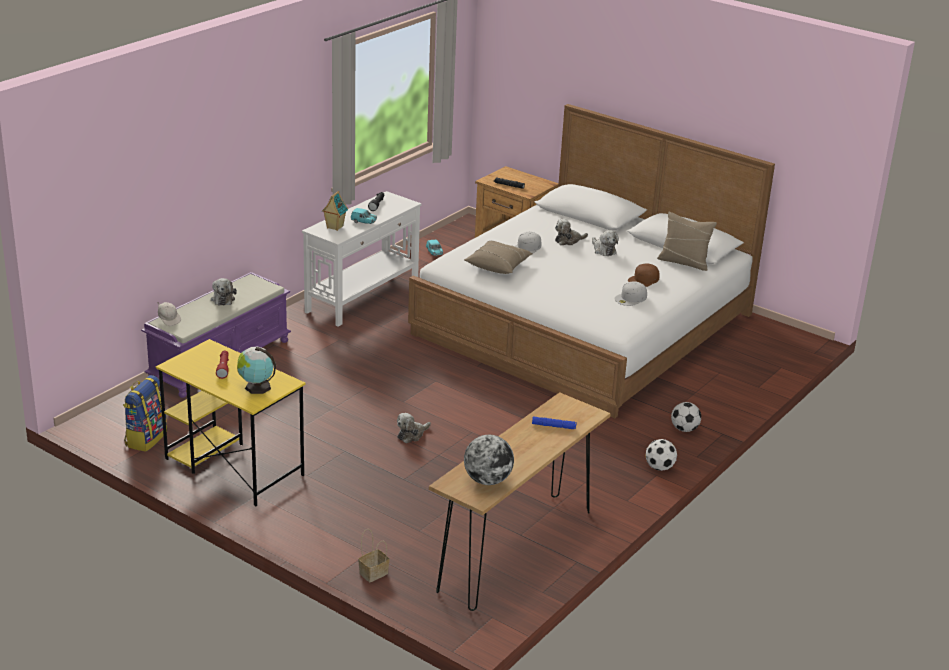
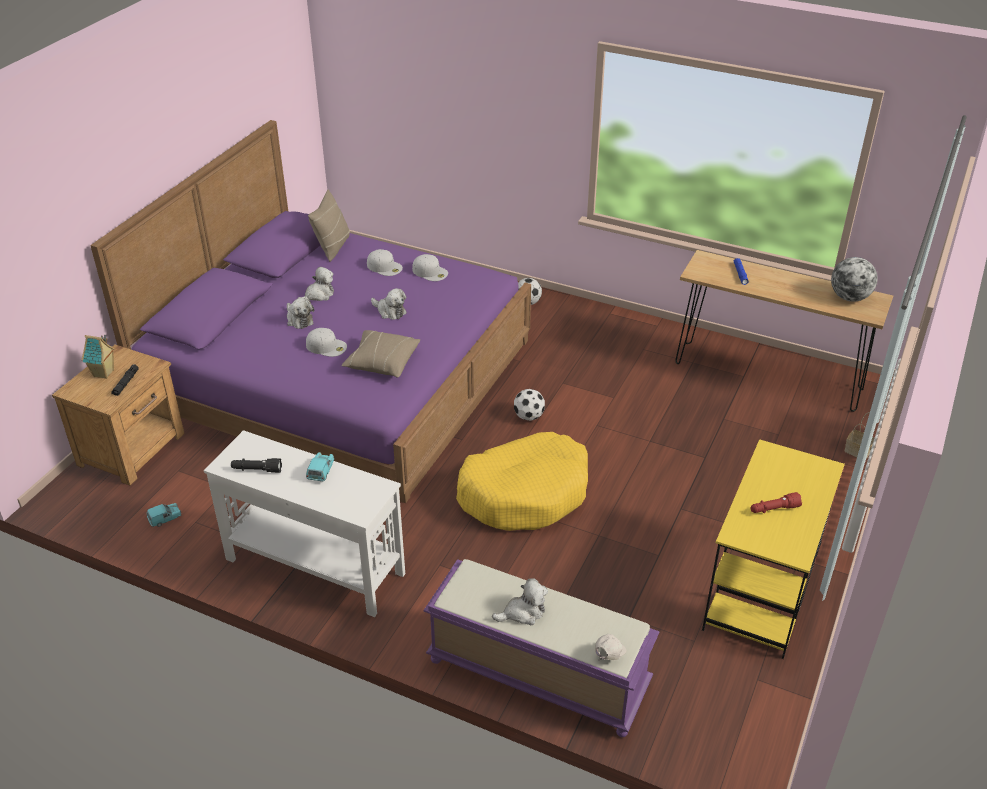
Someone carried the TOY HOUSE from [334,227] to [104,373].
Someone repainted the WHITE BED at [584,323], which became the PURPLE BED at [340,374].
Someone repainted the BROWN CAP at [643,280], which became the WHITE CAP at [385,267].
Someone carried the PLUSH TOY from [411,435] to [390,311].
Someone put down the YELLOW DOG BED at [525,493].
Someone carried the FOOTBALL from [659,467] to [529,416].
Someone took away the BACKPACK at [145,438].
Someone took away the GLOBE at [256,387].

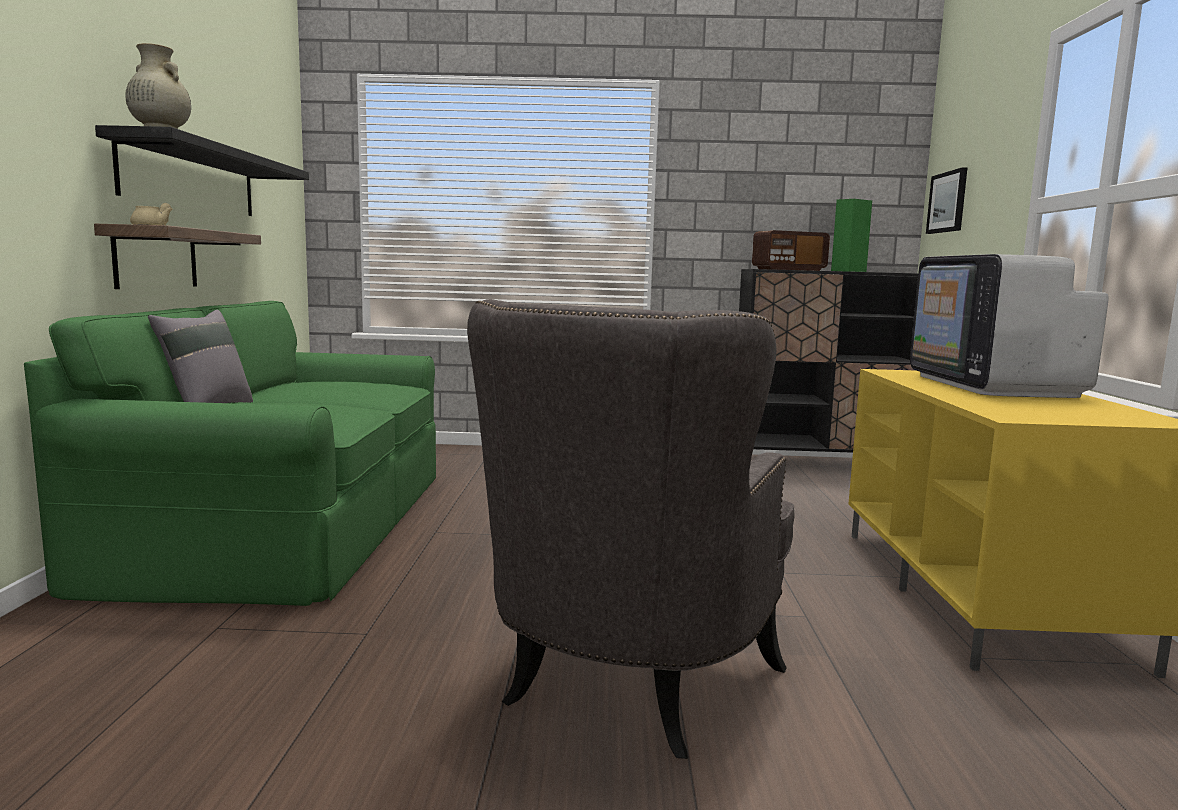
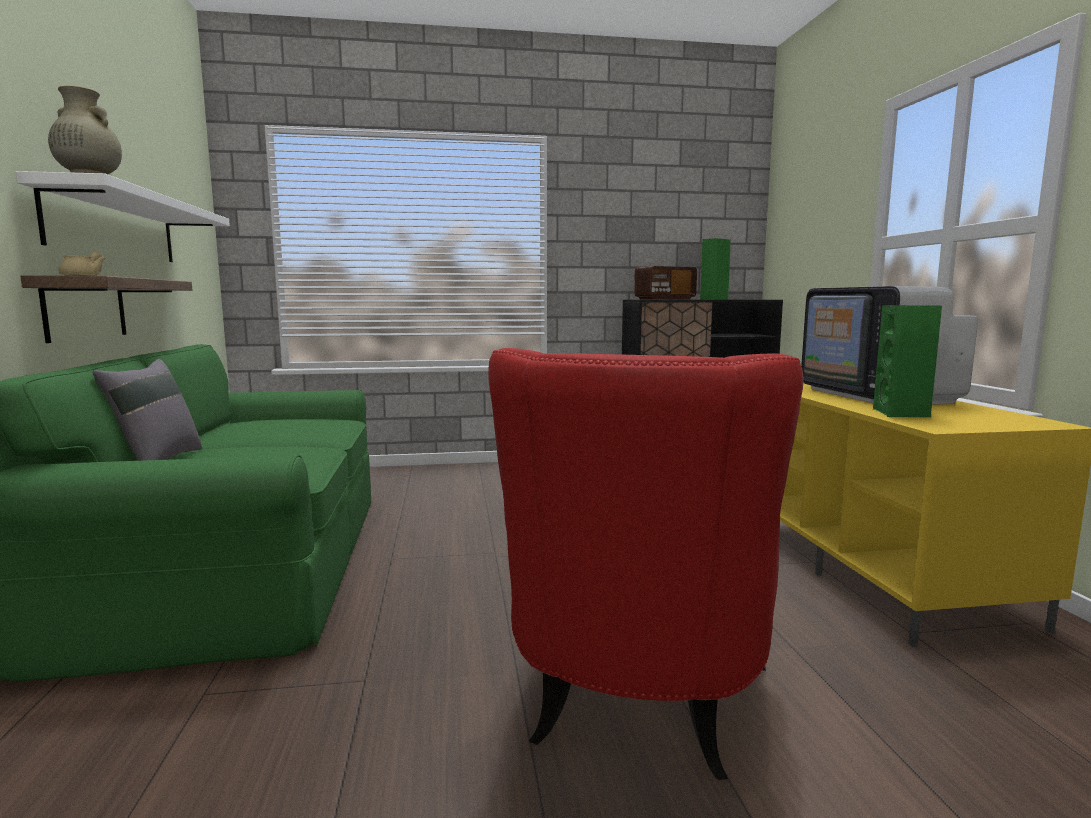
Someone repainted the BLACK SHELF at [191,179], which became the WHITE SHELF at [115,227].
Someone repainted the GREY ARMCHAIR at [623,688], which became the RED ARMCHAIR at [635,707].
Someone put down the GREEN SPEAKER at [901,413].
Someone took away the PICTURE at [948,202].

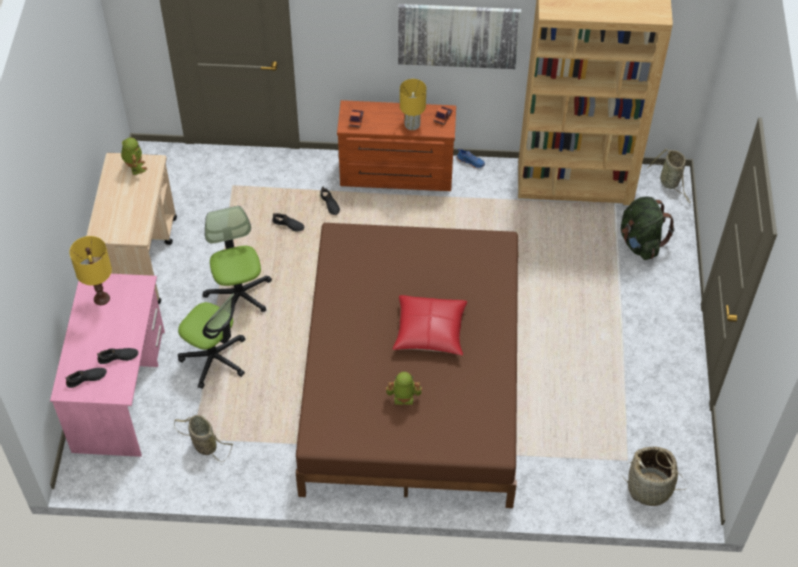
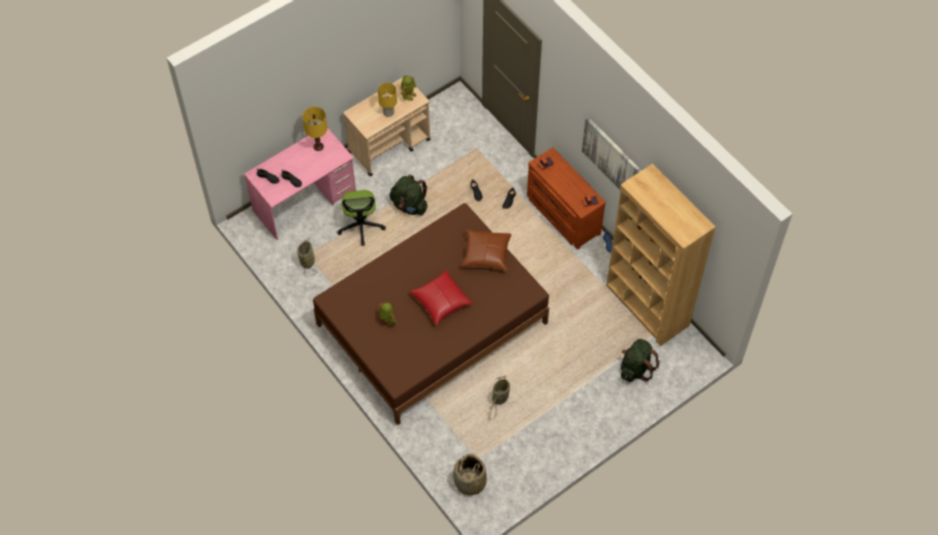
Someone carried the YELLOW TABLE LAMP from [412,124] to [388,112].
Someone swapped the OFFICE CHAIR at [239,295] for the GREEN BACKPACK at [409,206].
Someone put down the BROWN PILLOW at [486,254].
Someone carried the BASKET from [670,183] to [499,399].

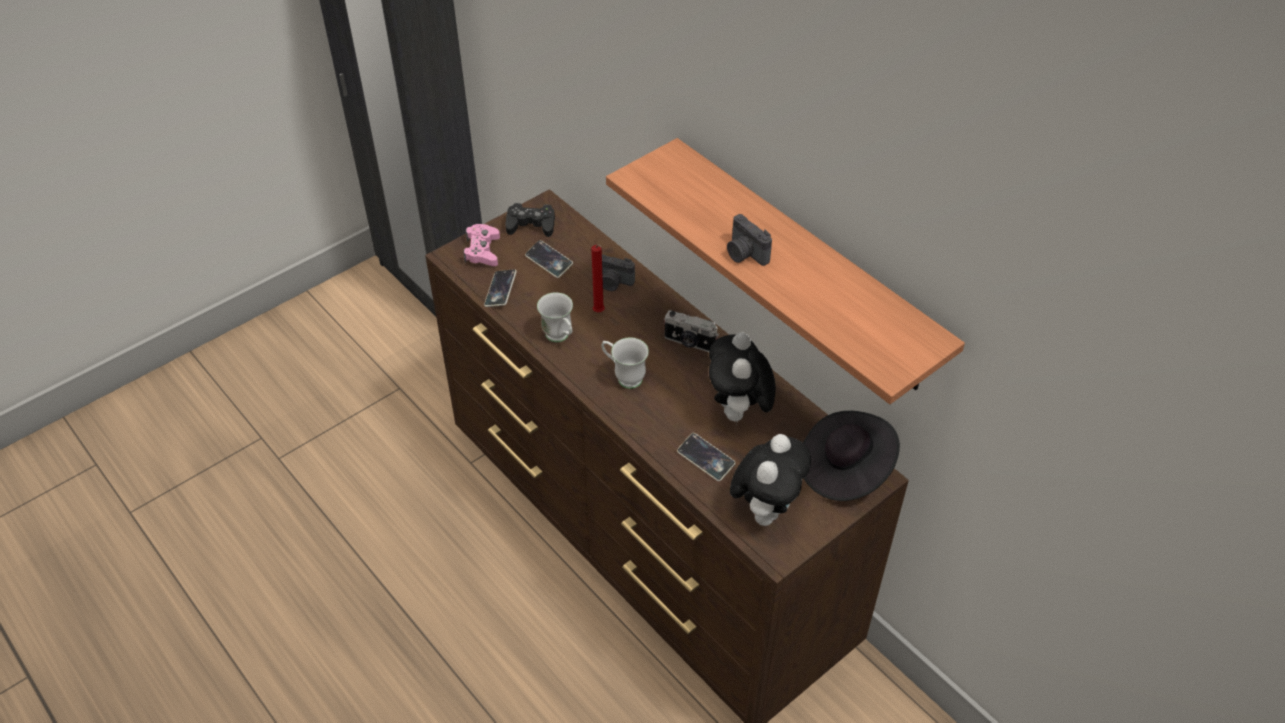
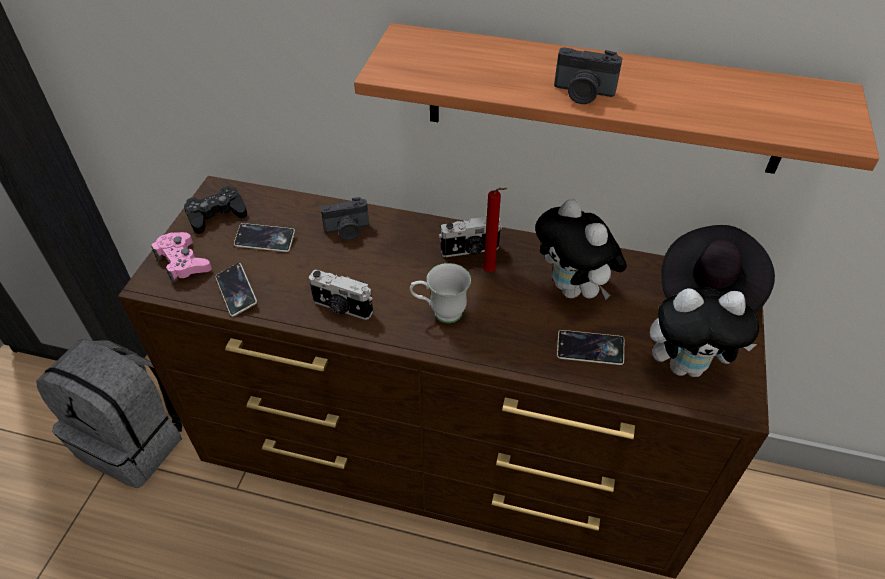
Someone put down the GREY BACKPACK at [136,440].
Someone swapped the WHITE MUG at [560,338] for the PHOTO CAMERA at [342,308].
Someone carried the RED CANDLE from [599,313] to [491,272].
Someone rotated the PLUSH TOY at [766,508] by 105 degrees clockwise.

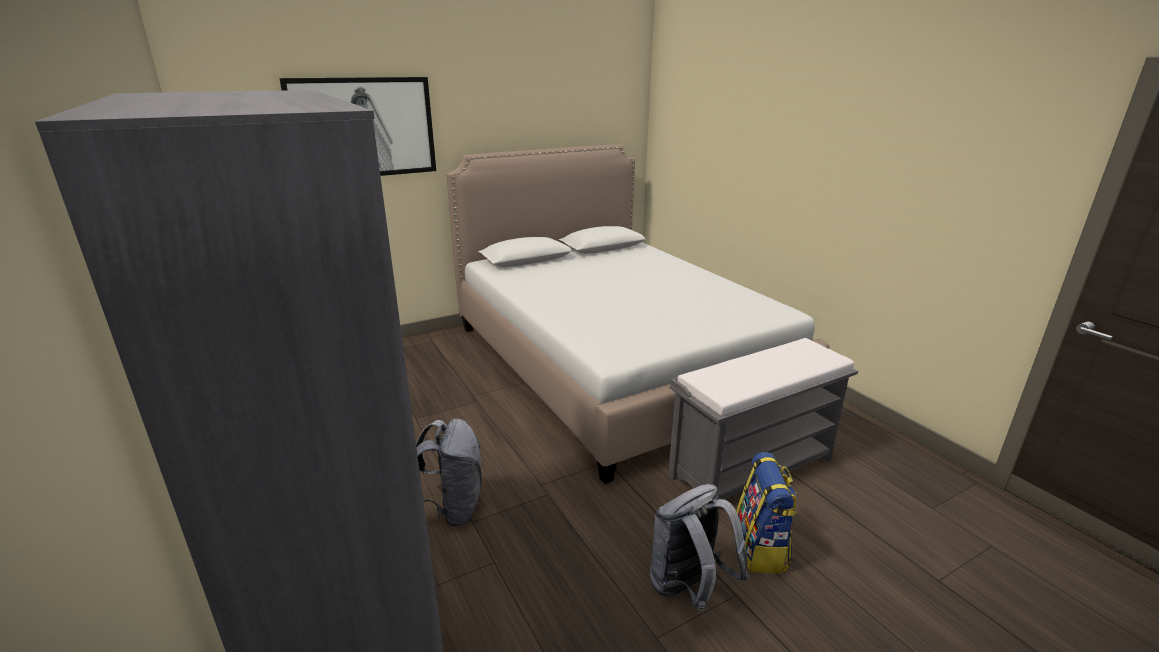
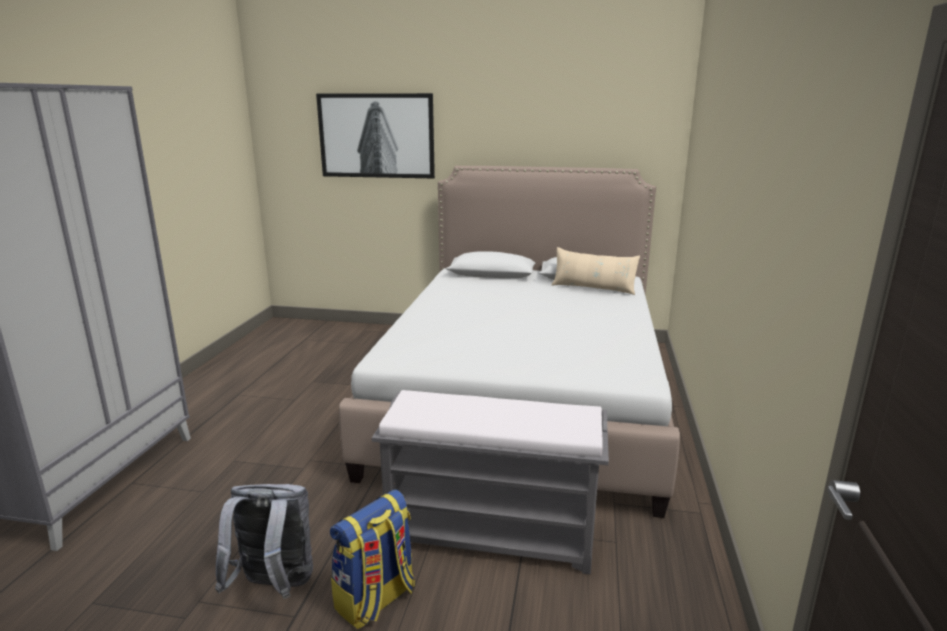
Someone put down the BEIGE PILLOW at [593,288].
Someone took away the GREY BACKPACK at [451,509].

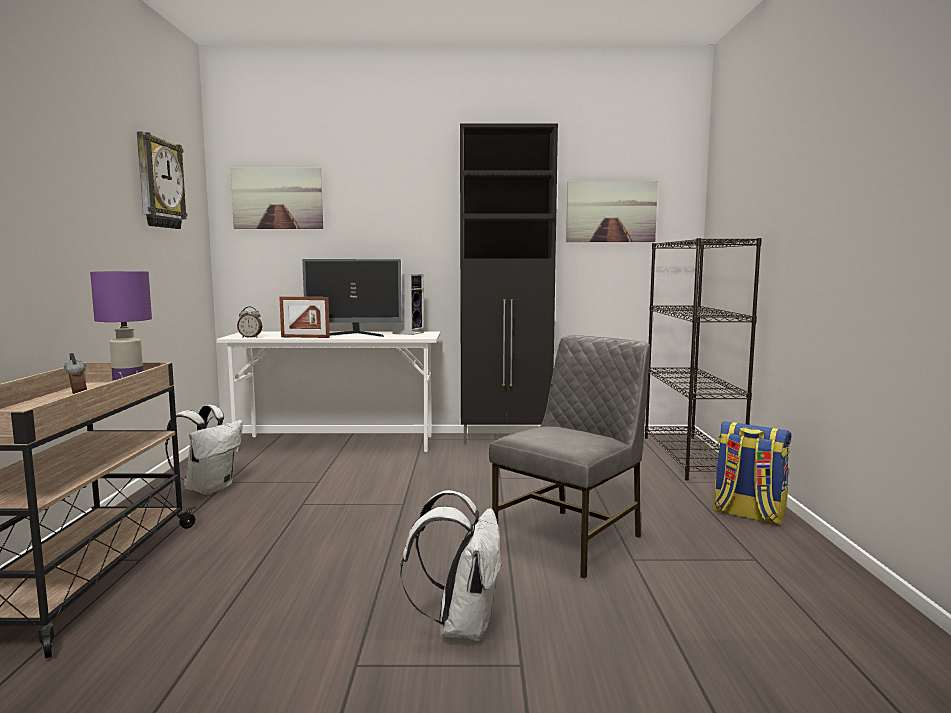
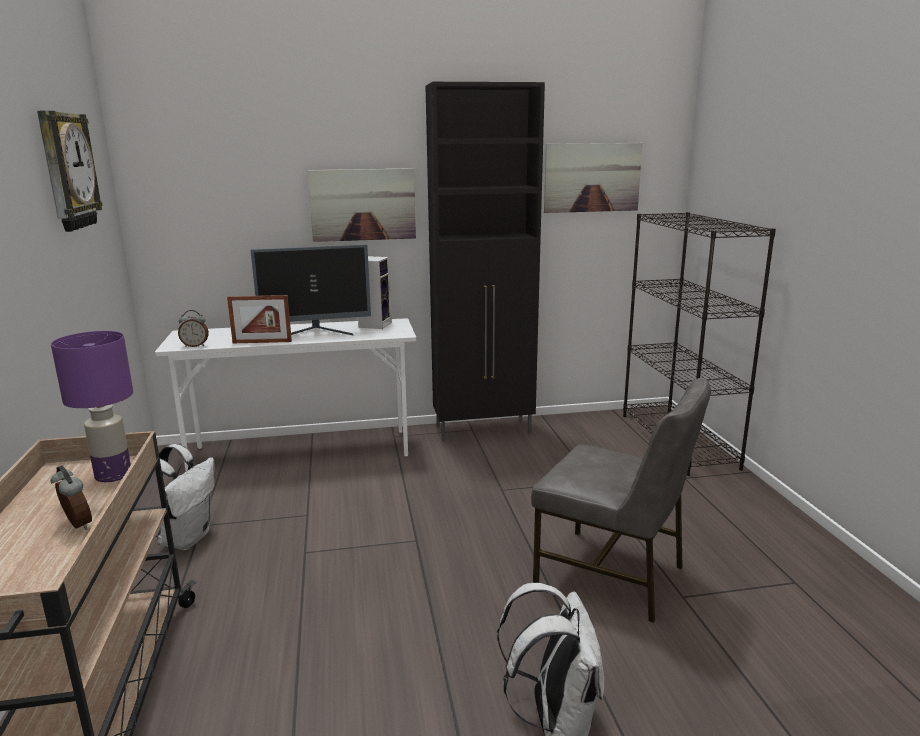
Someone carried the PICTURE from [277,198] to [363,205].
Someone rotated the GREY CHAIR at [571,540] by 90 degrees clockwise.
Someone took away the BACKPACK at [748,514].

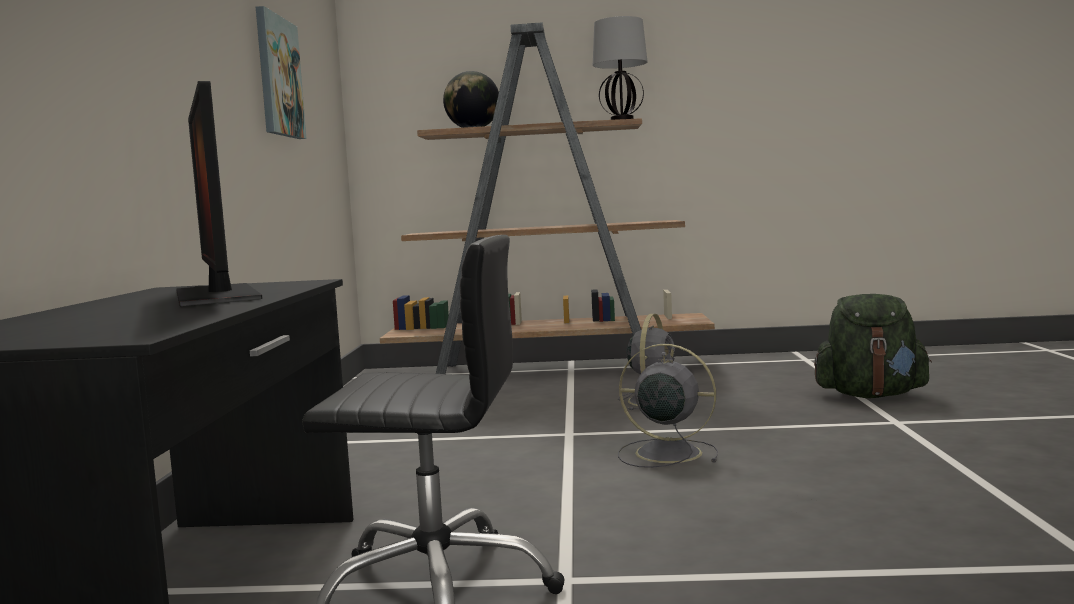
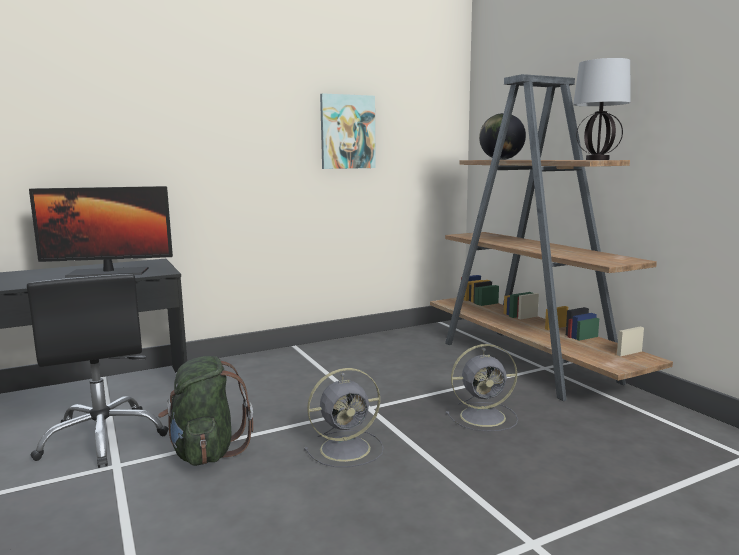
Someone rotated the MONITOR at [216,295] by 135 degrees counterclockwise.
Someone carried the GREEN BACKPACK from [870,395] to [206,452].
Someone rotated the GREY FAN at [665,453] by 75 degrees clockwise.

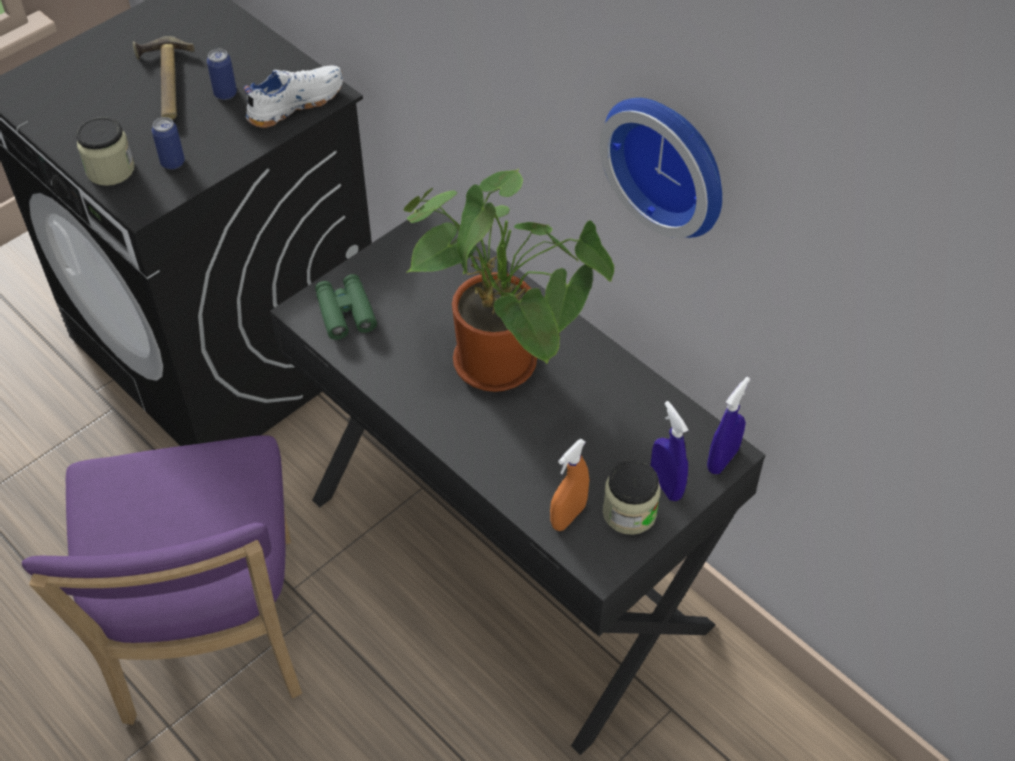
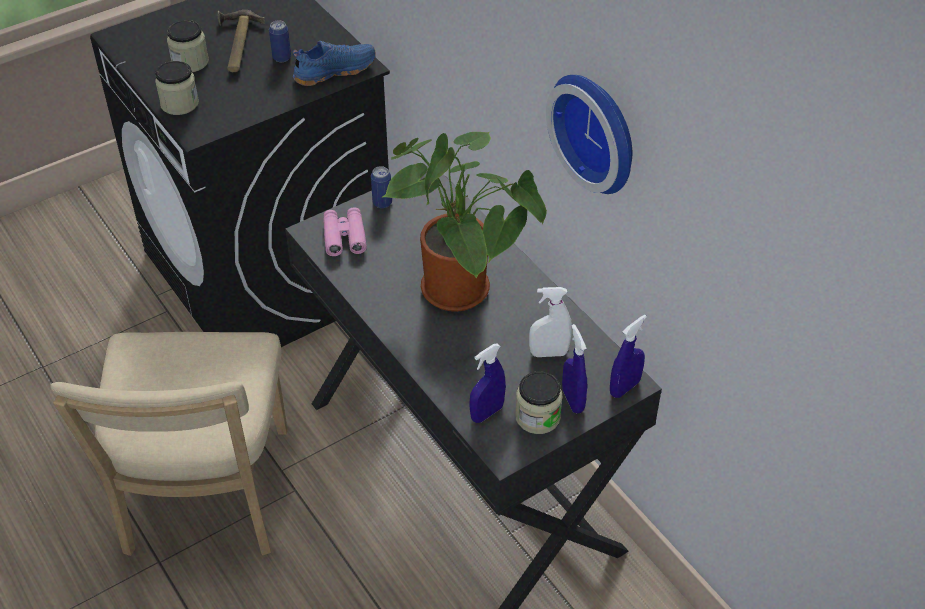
Someone repainted the PURPLE CHAIR at [208,639], which became the BEIGE CHAIR at [205,499].
Someone put down the JAR at [190,62].
Someone repainted the WHITE SHOE at [294,103], which became the BLUE SHOE at [334,70].
Someone repainted the GREEN BINOCULARS at [345,312], which became the PINK BINOCULARS at [344,237].
Someone carried the CAN from [173,162] to [382,203].
Someone repainted the ORANGE SPRAY BOTTLE at [568,516], which became the BLUE SPRAY BOTTLE at [487,413].
Someone put down the WHITE SPRAY BOTTLE at [548,353].

